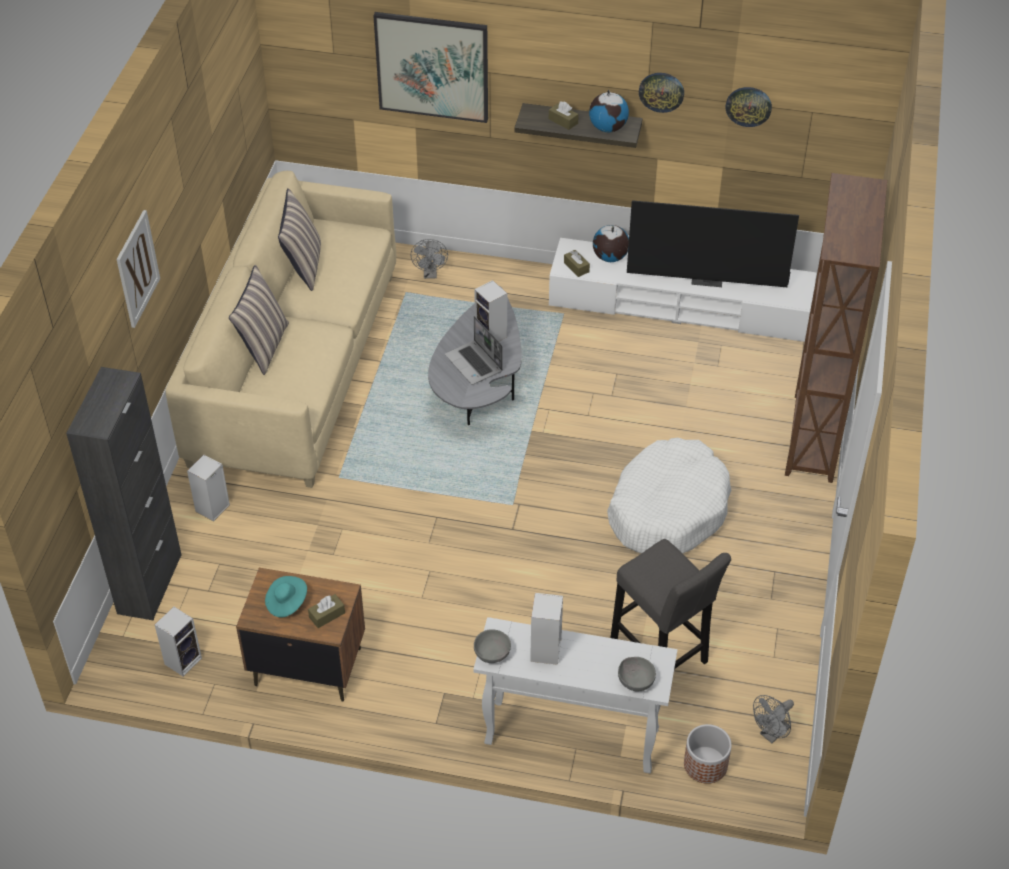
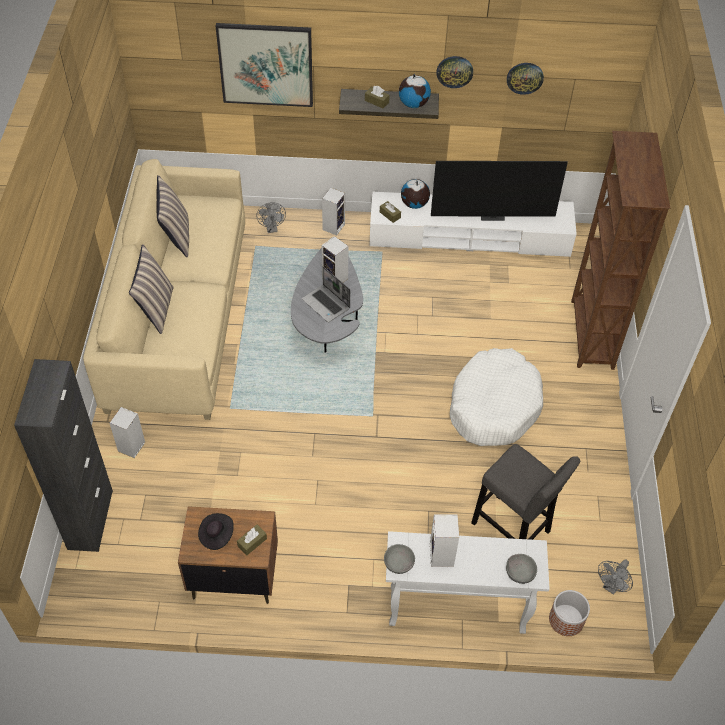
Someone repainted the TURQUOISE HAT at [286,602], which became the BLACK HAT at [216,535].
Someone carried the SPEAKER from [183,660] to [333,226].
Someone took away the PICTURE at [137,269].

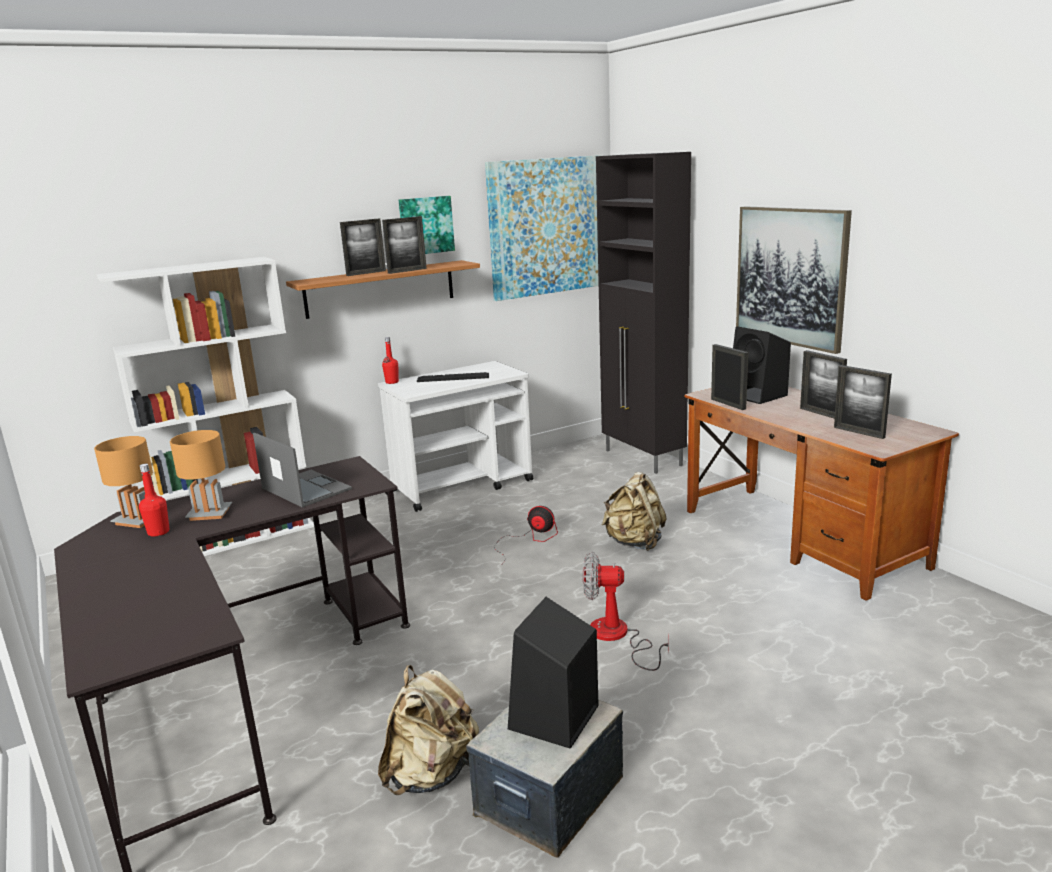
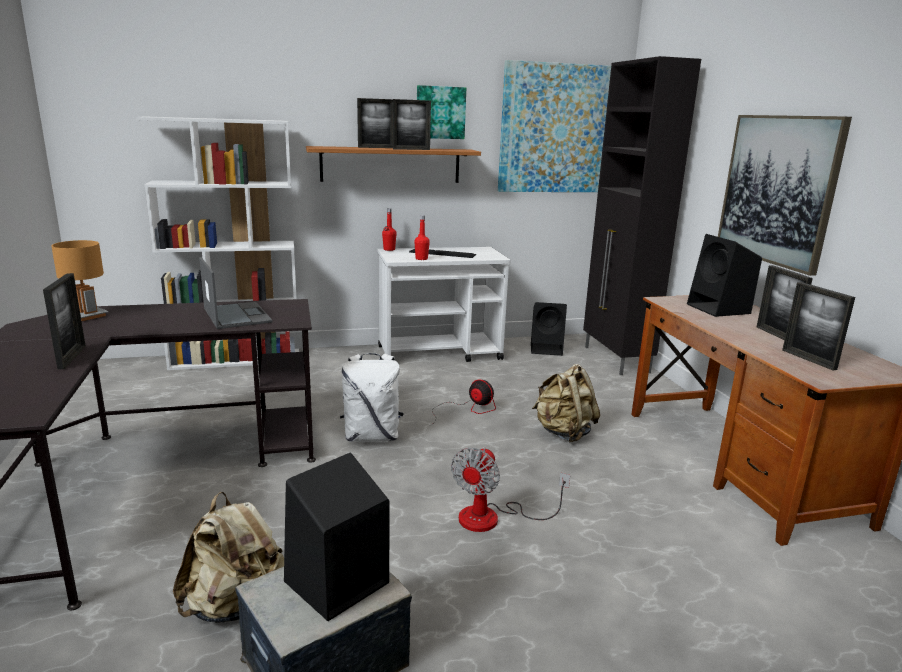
Someone carried the PICTURE FRAME from [728,404] to [72,357].
Someone put down the WHITE BACKPACK at [372,436].
Someone carried the RED BOTTLE from [158,532] to [421,259].
Someone rotated the FAN at [617,637] by 90 degrees counterclockwise.
Someone put down the BLACK SPEAKER at [547,349].
Someone took away the BROWN TABLE LAMP at [209,514].

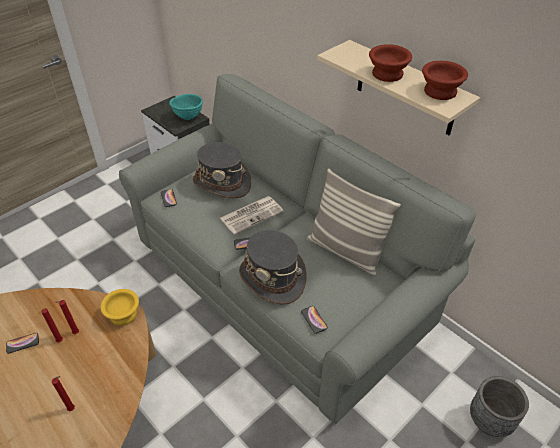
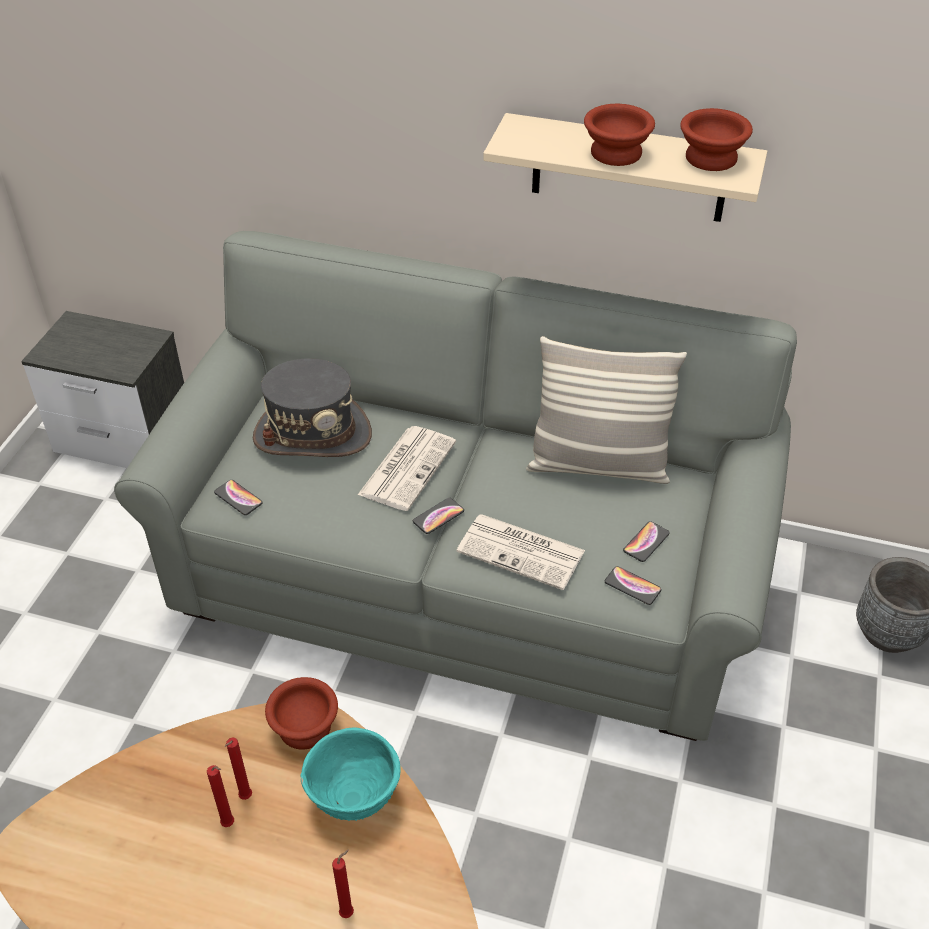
Someone repainted the YELLOW BOWL at [122,314], which became the BROWN BOWL at [302,728].
Someone carried the TURQUOISE BOWL from [188,117] to [354,797].
Someone swapped the GREY HAT at [273,277] for the NEWSPAPER at [523,552].
Someone carried the PHONE from [22,343] to [646,542].

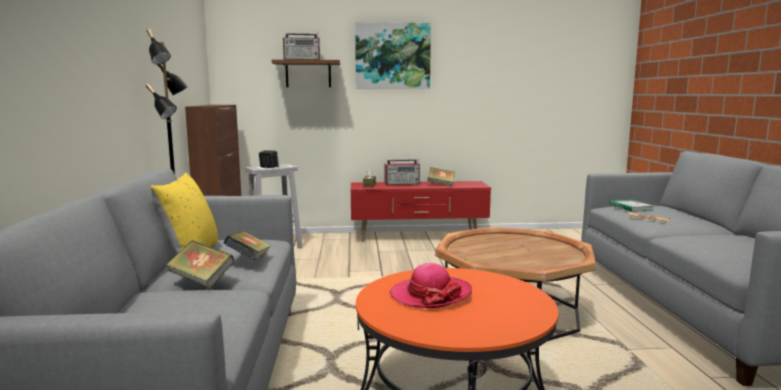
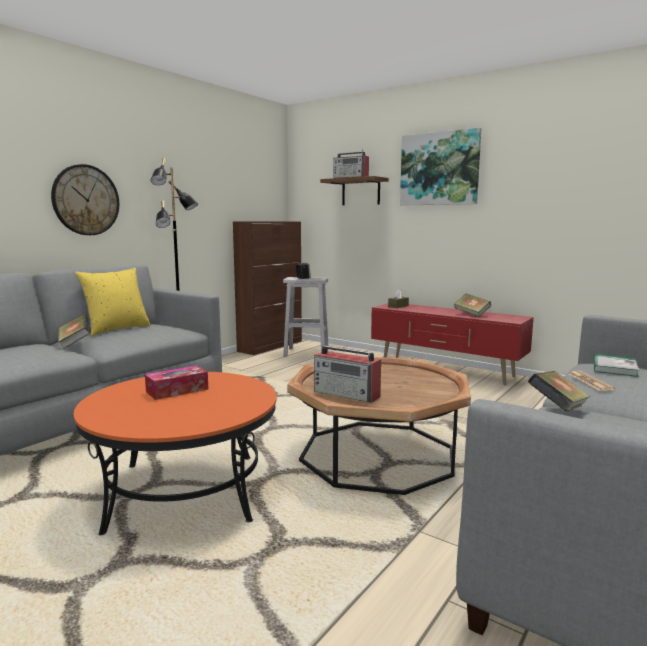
Someone put up the WALL CLOCK at [86,200].
Someone swapped the HAT at [431,295] for the TISSUE BOX at [177,390].
Someone carried the RADIO from [402,183] to [347,394].
Someone carried the BOOK from [249,260] to [557,409].

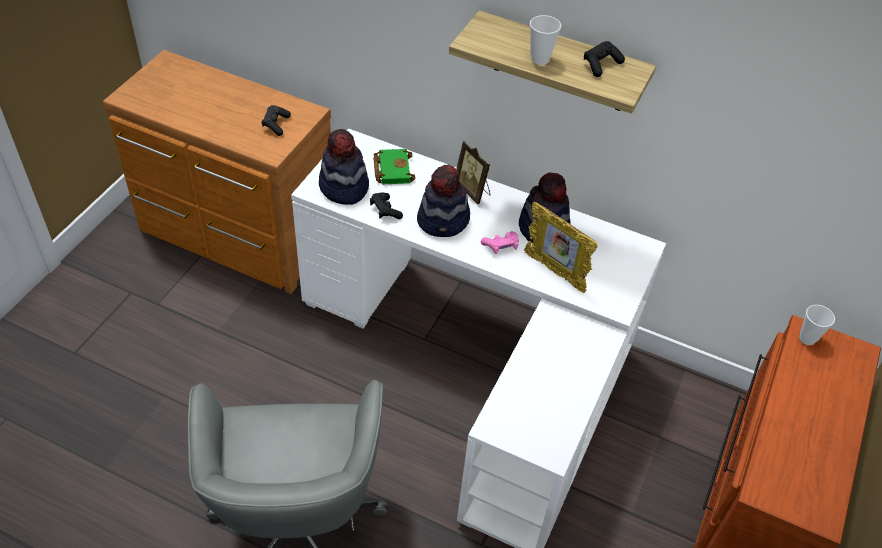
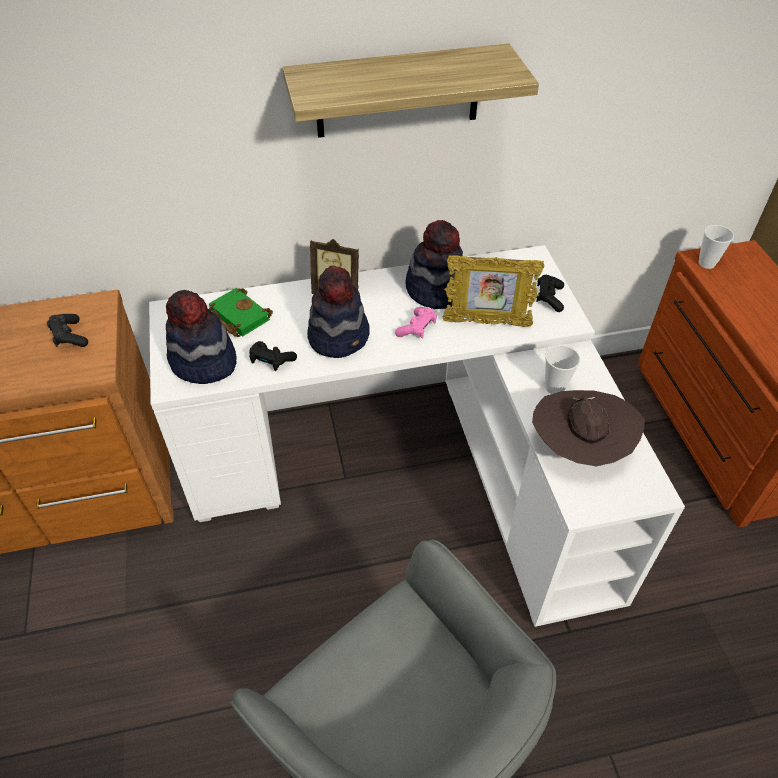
Someone put down the BROWN HAT at [579,449].
Someone carried the BLACK GAME CONTROLLER from [601,65] to [549,298].
Someone carried the CUP from [540,59] to [555,387].

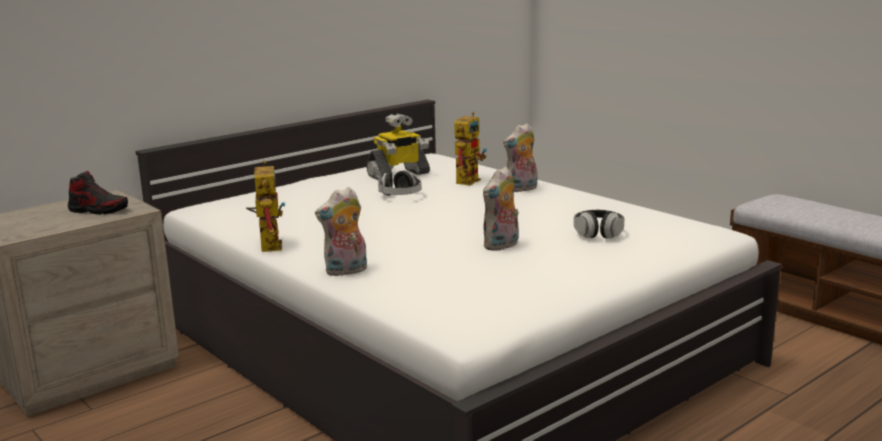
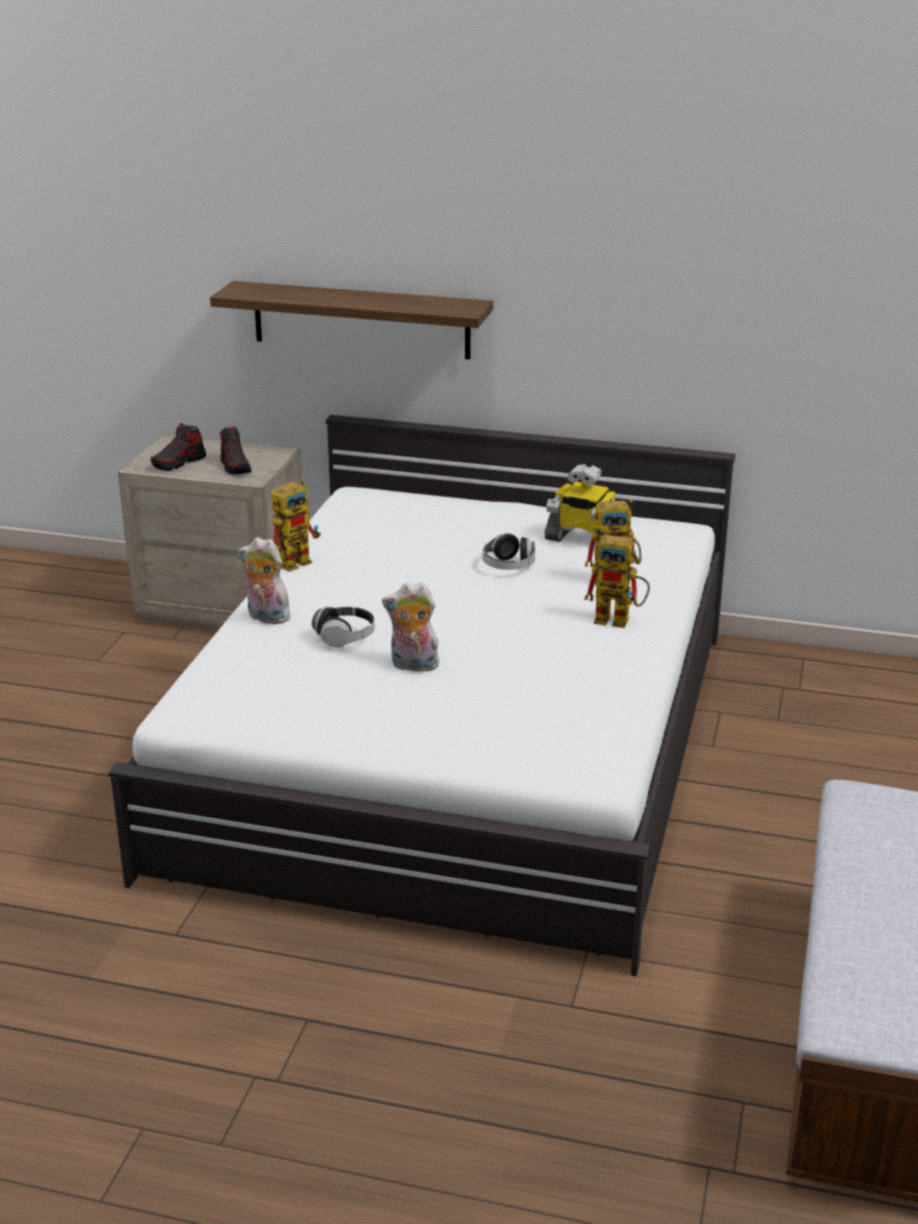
Someone put down the SHOE at [179,463].
Someone put up the SHELF at [361,320].
Someone carried the HEADPHONES from [598,233] to [345,637].
Someone swapped the PLUSH TOY at [521,189] for the TOY ROBOT at [620,620].

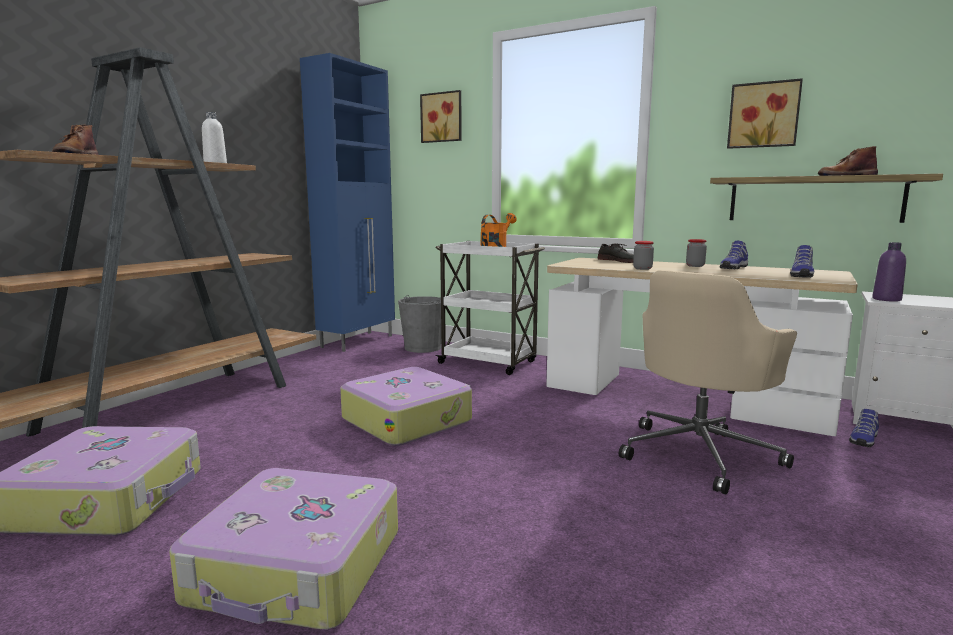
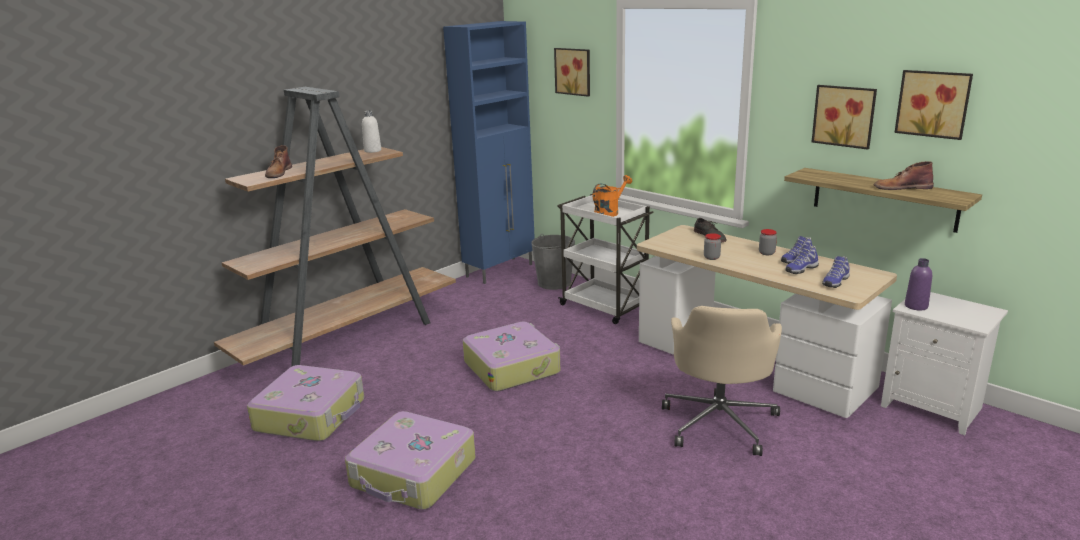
Someone rotated the BEIGE OFFICE CHAIR at [700,453] by 45 degrees counterclockwise.
Someone carried the SHOE from [863,440] to [800,269].
Someone put up the PICTURE at [933,103].

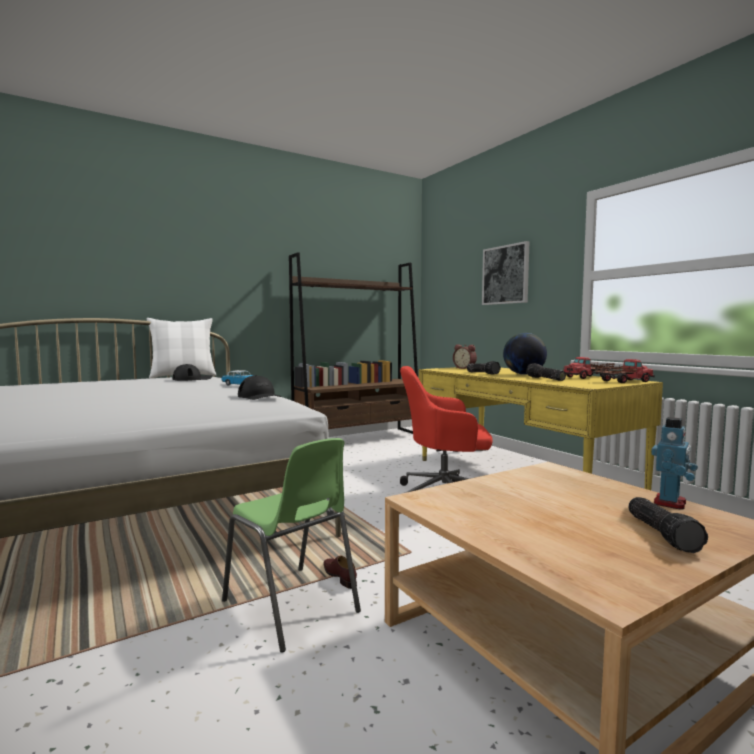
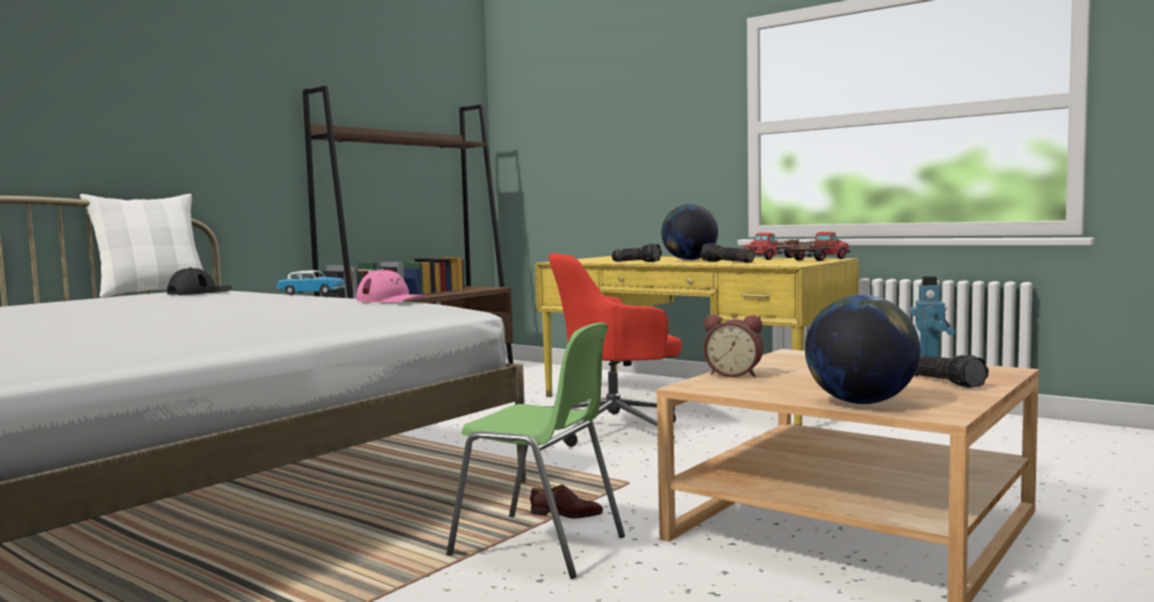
Someone repainted the BLACK CAP at [259,396], which became the PINK CAP at [391,300].
Someone rotated the BROWN SHOE at [340,576] by 150 degrees clockwise.
Someone carried the ALARM CLOCK from [465,368] to [734,374].
Someone put down the GLOBE at [860,402].
Someone took away the PICTURE at [505,275].

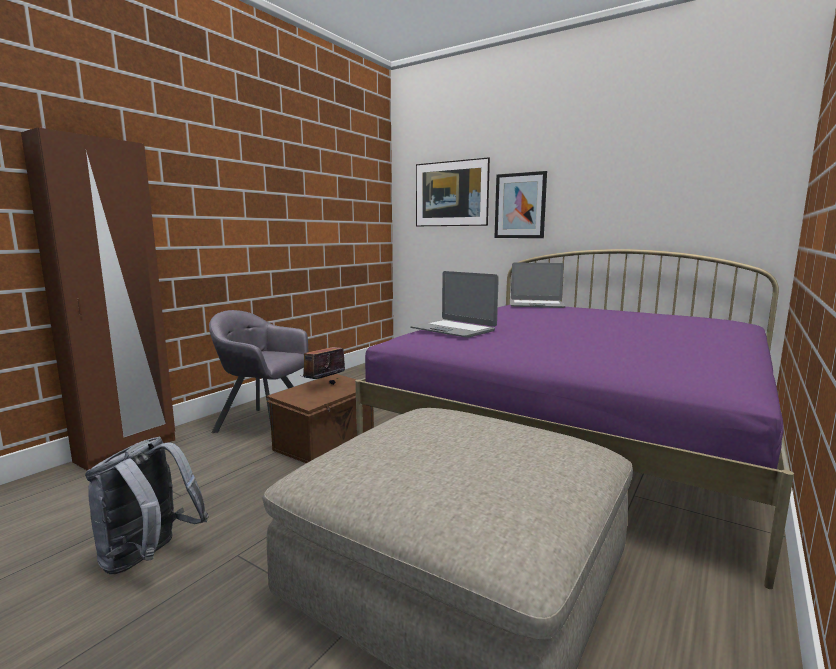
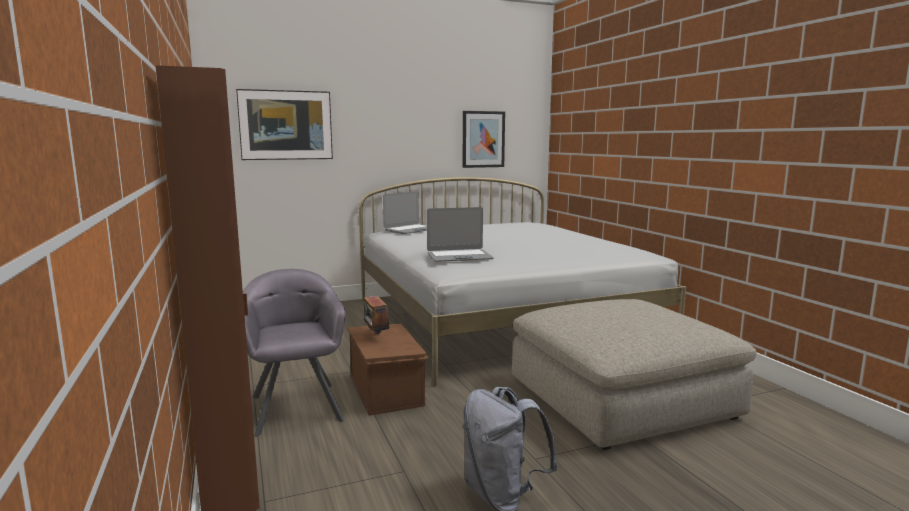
Someone rotated the GREY ARMCHAIR at [265,424] by 105 degrees clockwise.
Someone repainted the PURPLE BED at [579,432], which became the WHITE BED at [501,319].
Someone carried the PICTURE from [520,206] to [483,139].

